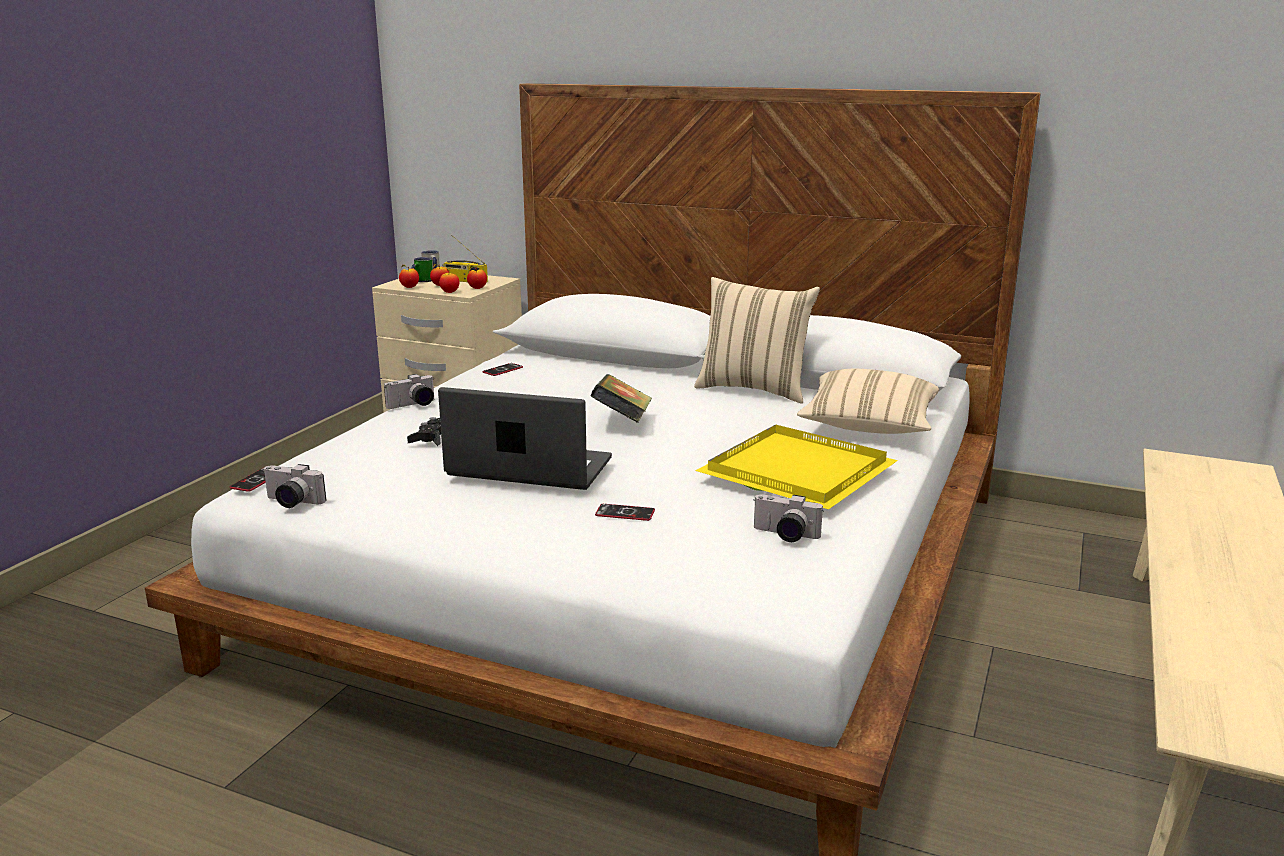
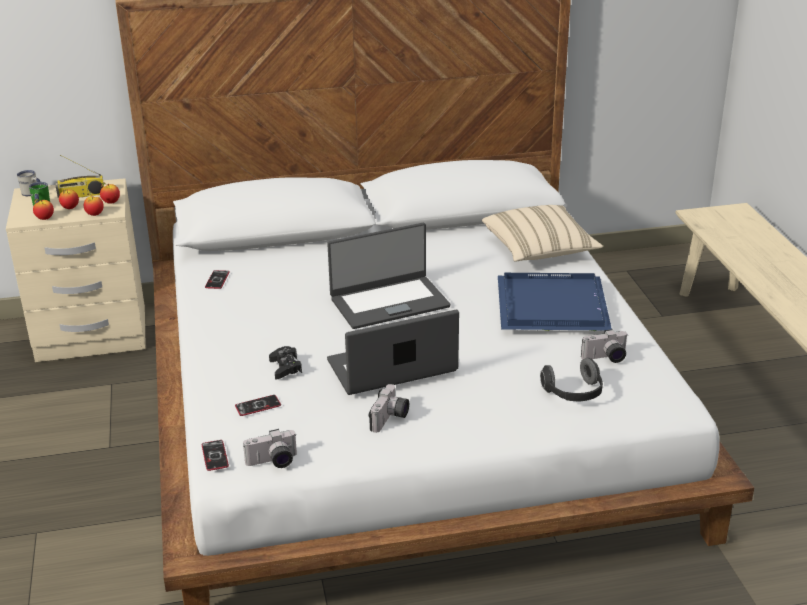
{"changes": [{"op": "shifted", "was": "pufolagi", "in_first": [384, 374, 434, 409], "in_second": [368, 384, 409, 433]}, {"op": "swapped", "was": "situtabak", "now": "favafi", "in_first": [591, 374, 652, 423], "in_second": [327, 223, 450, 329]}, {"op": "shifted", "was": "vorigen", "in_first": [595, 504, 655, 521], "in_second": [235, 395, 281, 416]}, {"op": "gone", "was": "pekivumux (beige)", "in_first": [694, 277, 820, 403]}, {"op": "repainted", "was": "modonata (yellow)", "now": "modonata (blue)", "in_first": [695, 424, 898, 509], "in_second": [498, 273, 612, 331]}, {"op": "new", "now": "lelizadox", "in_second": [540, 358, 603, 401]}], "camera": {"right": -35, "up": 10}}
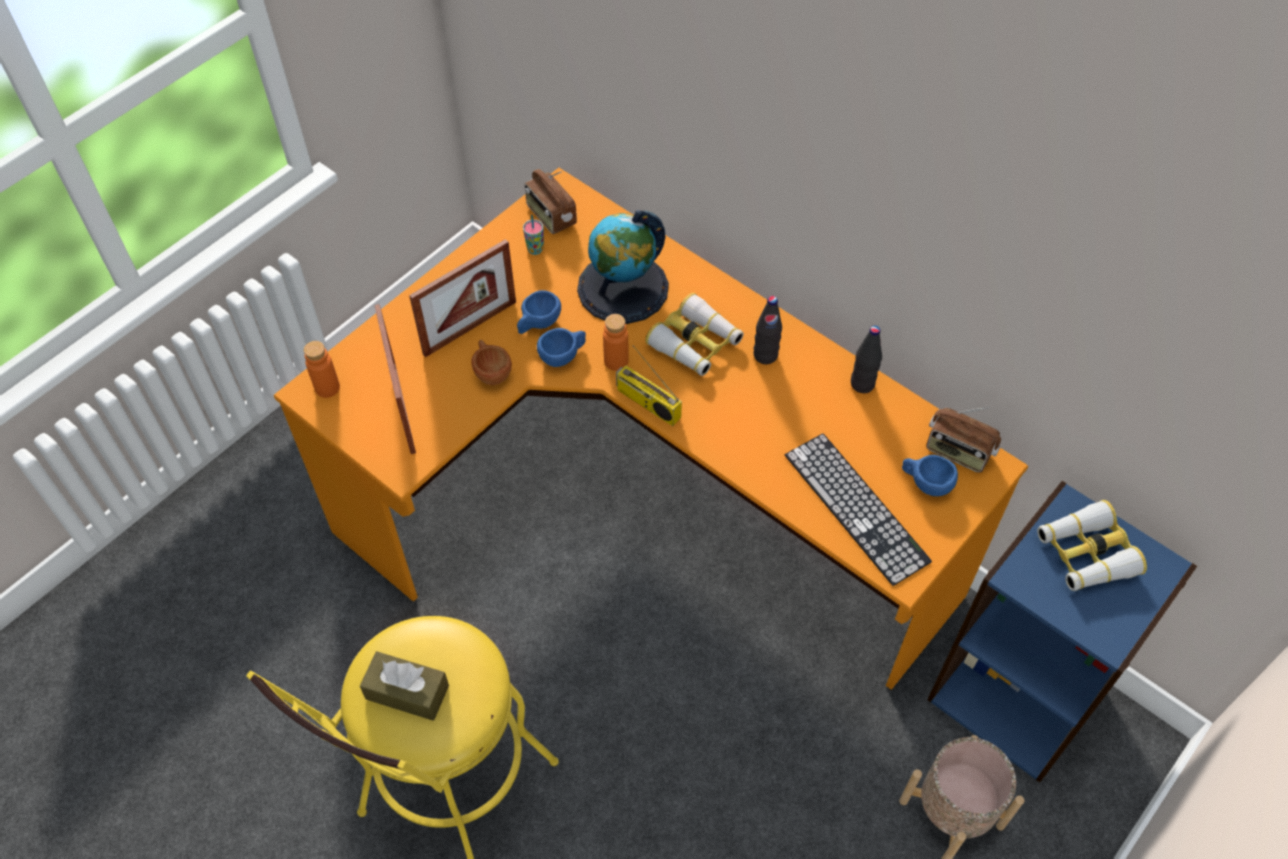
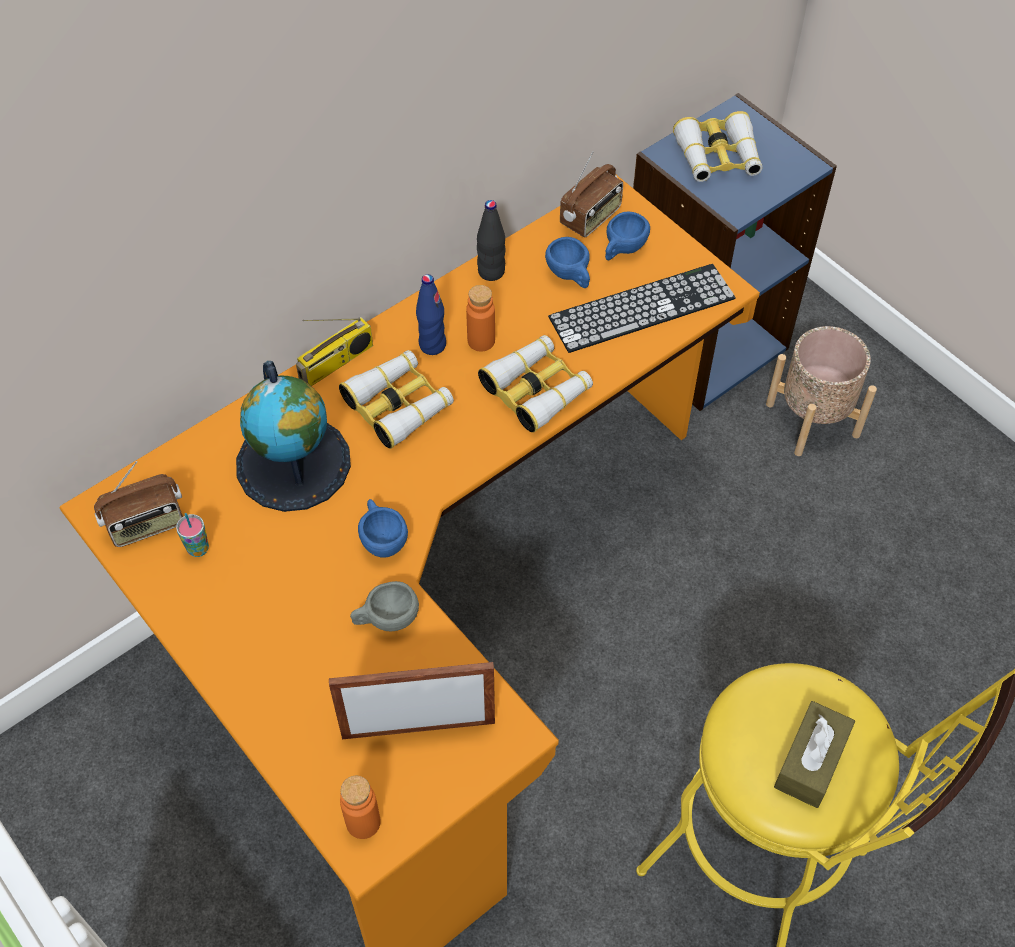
{"changes": [{"op": "gone", "was": "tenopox", "in_first": [409, 239, 516, 357]}, {"op": "repainted", "was": "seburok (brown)", "now": "seburok (grey)", "in_first": [471, 340, 512, 385], "in_second": [350, 581, 419, 631]}, {"op": "shifted", "was": "seburok (blue)", "in_first": [517, 290, 561, 334], "in_second": [545, 237, 590, 288]}, {"op": "shifted", "was": "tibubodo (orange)", "in_first": [603, 314, 629, 371], "in_second": [466, 285, 495, 352]}, {"op": "shifted", "was": "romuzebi", "in_first": [616, 345, 682, 426], "in_second": [296, 317, 373, 386]}, {"op": "repainted", "was": "tibubodo (black)", "now": "tibubodo (blue)", "in_first": [754, 296, 782, 364], "in_second": [416, 274, 446, 355]}, {"op": "new", "now": "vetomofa", "in_second": [478, 335, 593, 433]}], "camera": {"right": -80, "up": 0}}
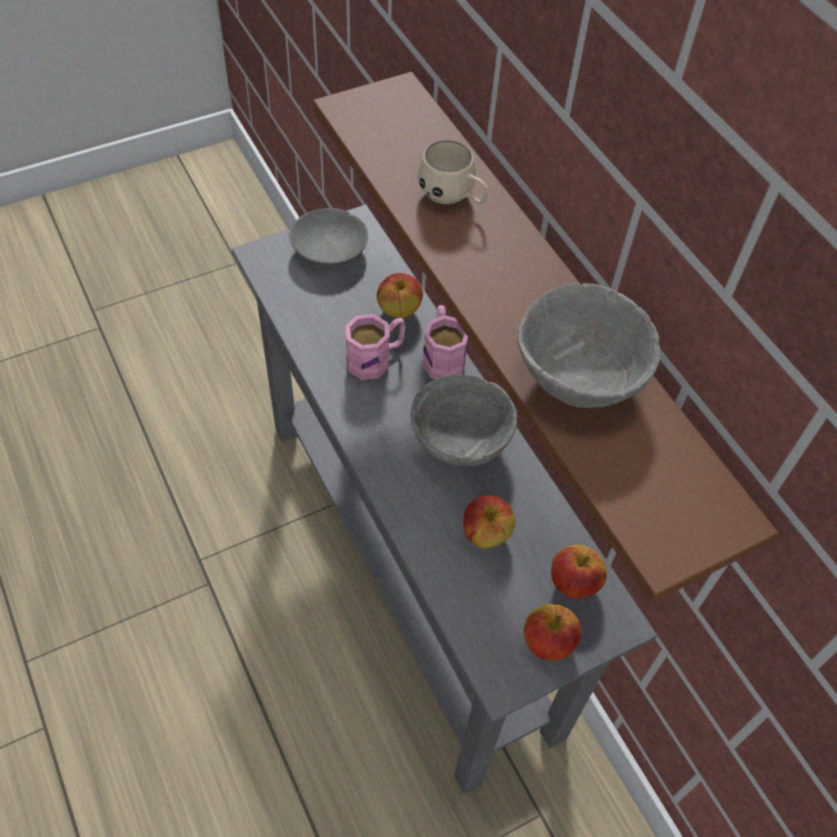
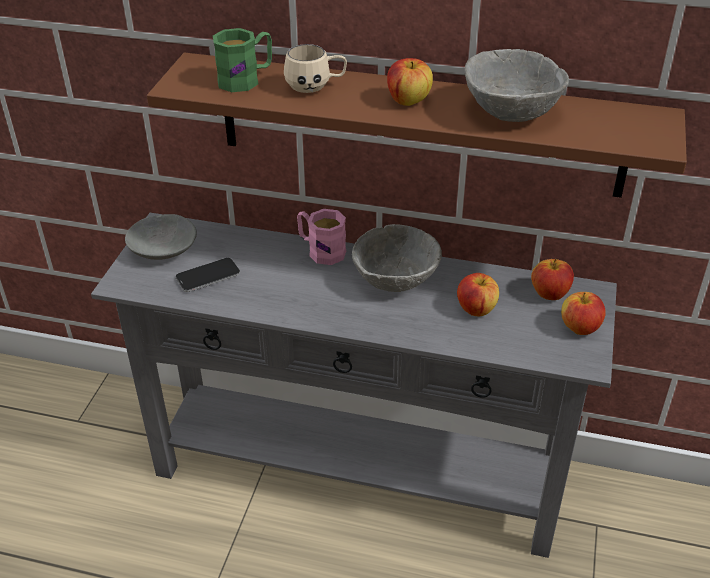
{"changes": [{"op": "gone", "was": "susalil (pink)", "in_first": [345, 314, 406, 380]}, {"op": "shifted", "was": "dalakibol", "in_first": [377, 273, 423, 318], "in_second": [387, 58, 433, 106]}, {"op": "new", "now": "vorigen", "in_second": [176, 258, 240, 292]}, {"op": "new", "now": "susalil (green)", "in_second": [213, 28, 272, 92]}], "camera": {"right": -45, "up": -15}}
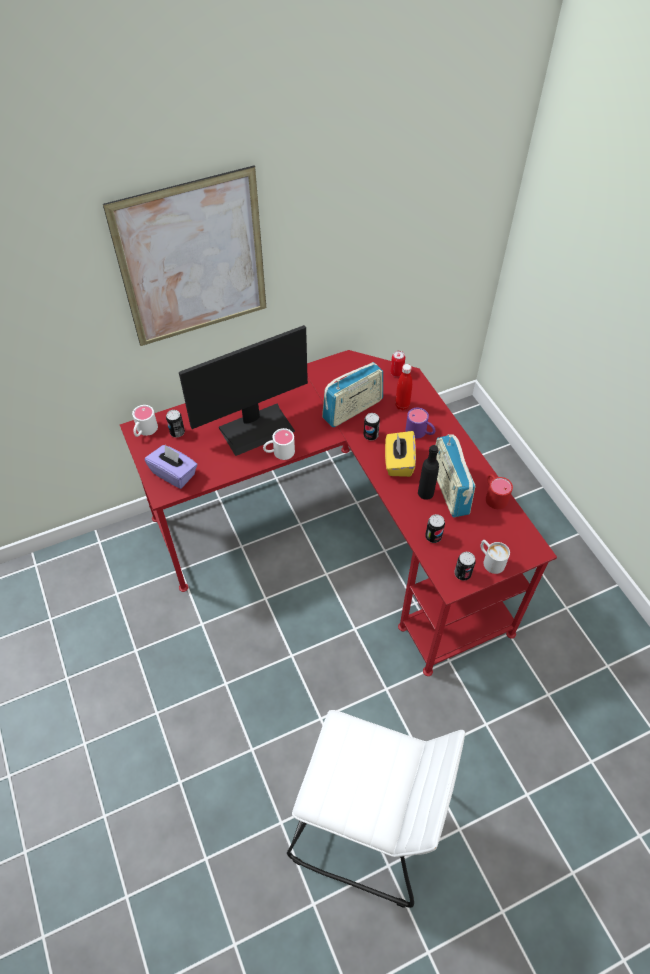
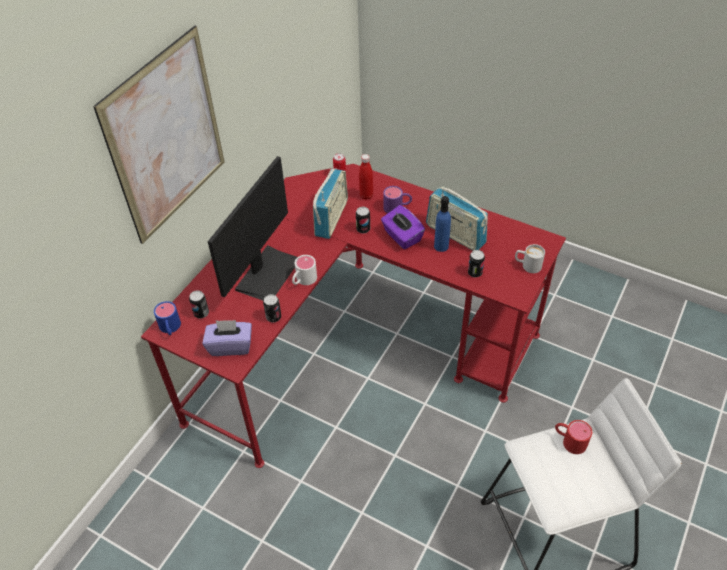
{"changes": [{"op": "repainted", "was": "susalil (white)", "now": "susalil (blue)", "in_first": [132, 405, 158, 437], "in_second": [154, 301, 181, 335]}, {"op": "repainted", "was": "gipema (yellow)", "now": "gipema (purple)", "in_first": [385, 431, 416, 477], "in_second": [381, 205, 425, 249]}, {"op": "repainted", "was": "tibubodo (black)", "now": "tibubodo (blue)", "in_first": [418, 445, 439, 500], "in_second": [434, 196, 451, 252]}, {"op": "shifted", "was": "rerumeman", "in_first": [455, 552, 476, 581], "in_second": [263, 294, 281, 323]}, {"op": "shifted", "was": "susalil (red)", "in_first": [486, 474, 513, 509], "in_second": [555, 420, 592, 454]}], "camera": {"right": -35, "up": -5}}
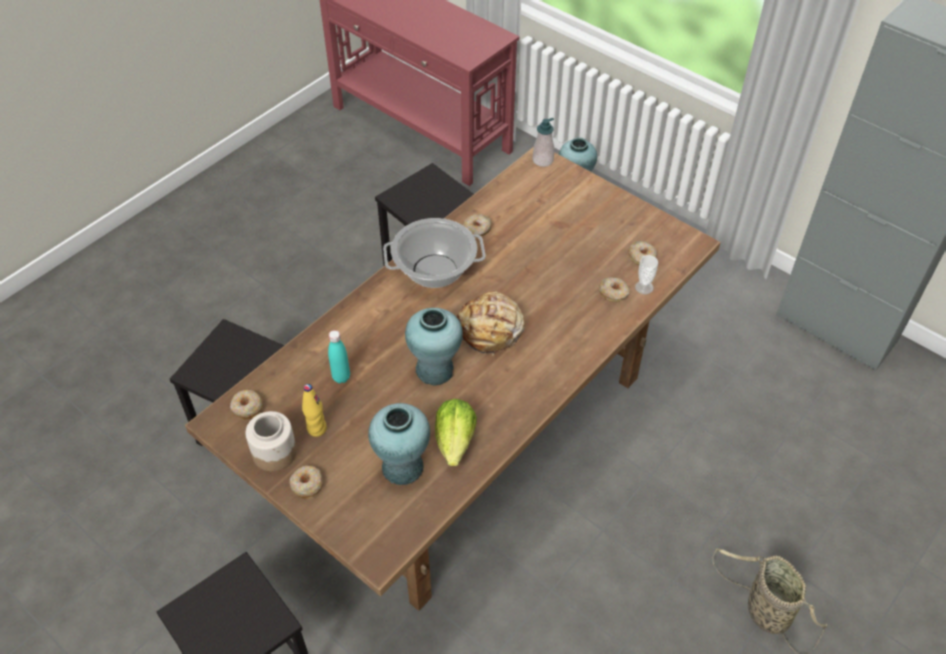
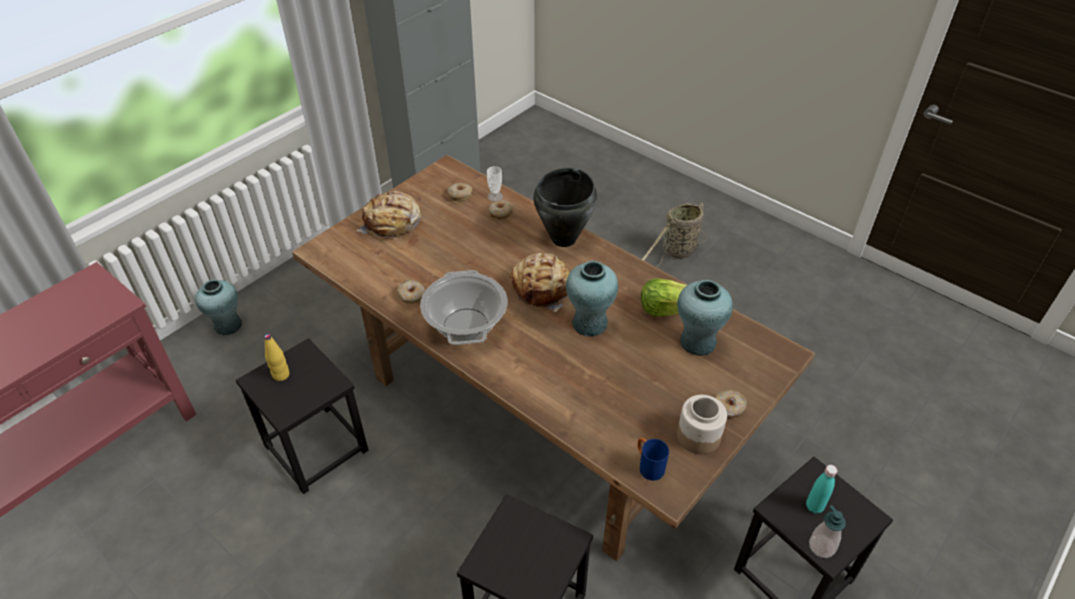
{"changes": [{"op": "swapped", "was": "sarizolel", "now": "susalil (blue)", "in_first": [230, 390, 263, 420], "in_second": [638, 437, 669, 481]}, {"op": "shifted", "was": "tibubodo (yellow)", "in_first": [302, 384, 327, 437], "in_second": [264, 333, 289, 381]}, {"op": "shifted", "was": "tibubodo (turquoise)", "in_first": [328, 330, 350, 383], "in_second": [806, 465, 838, 514]}, {"op": "shifted", "was": "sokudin", "in_first": [533, 118, 554, 167], "in_second": [809, 505, 846, 558]}, {"op": "new", "now": "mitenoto", "in_second": [357, 191, 421, 239]}, {"op": "new", "now": "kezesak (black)", "in_second": [533, 168, 597, 247]}], "camera": {"right": -90, "up": -5}}
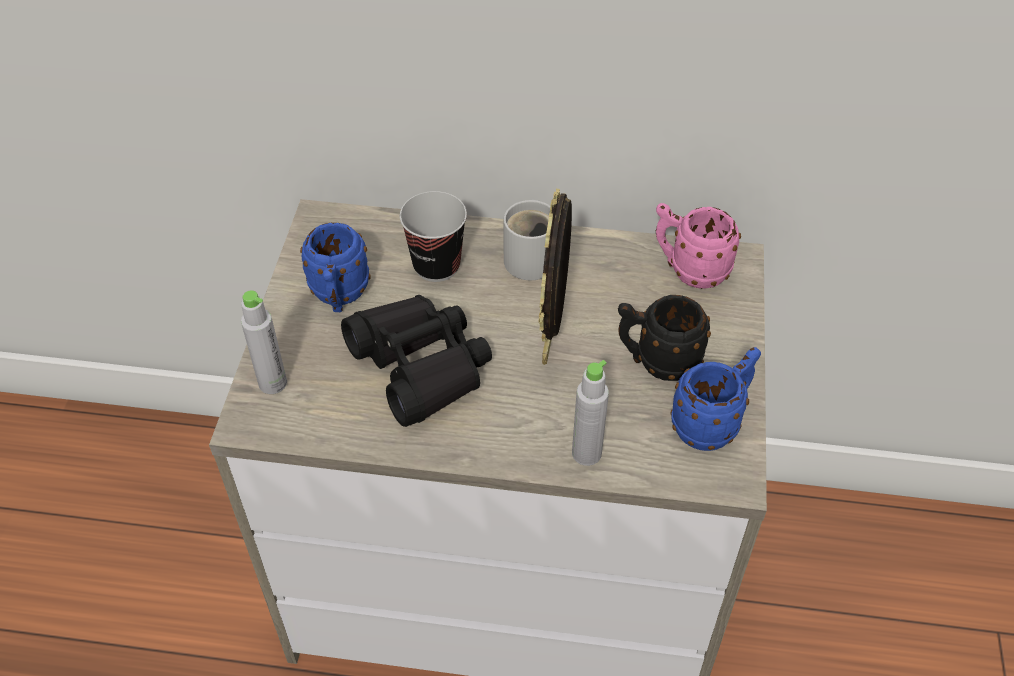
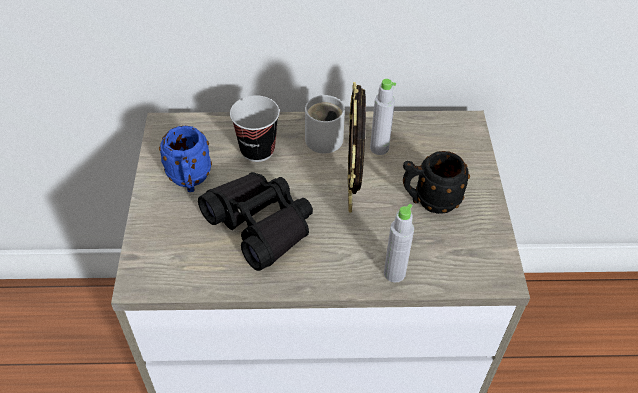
{"changes": [{"op": "shifted", "was": "tibubodo (grey)", "in_first": [241, 290, 287, 394], "in_second": [370, 79, 396, 155]}, {"op": "gone", "was": "susalil (pink)", "in_first": [656, 203, 741, 289]}, {"op": "gone", "was": "susalil (blue)", "in_first": [670, 347, 761, 451]}], "camera": {"right": -10, "up": 0}}
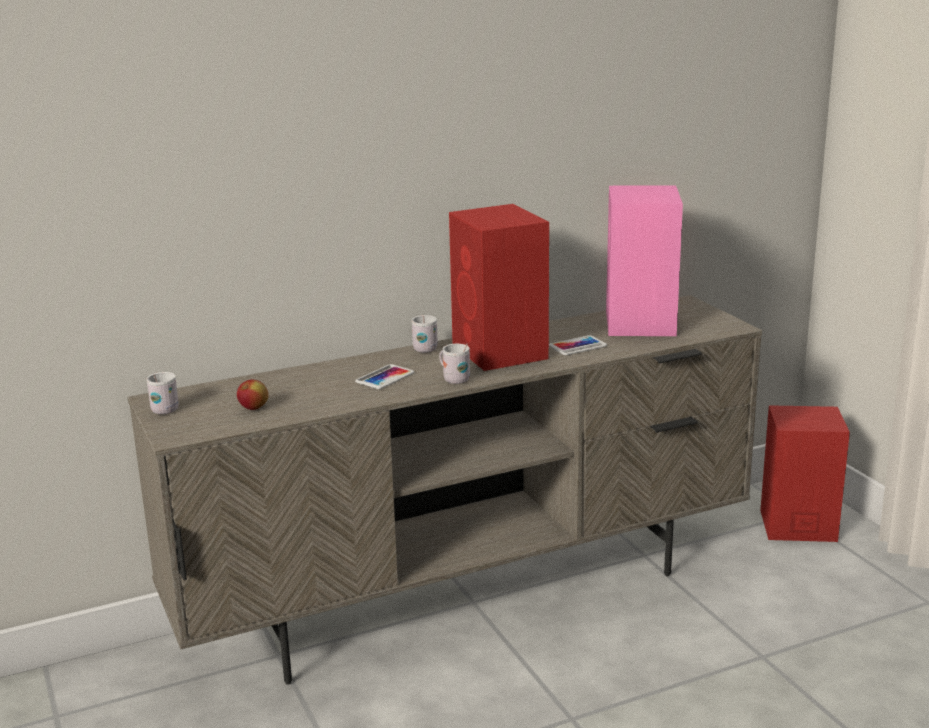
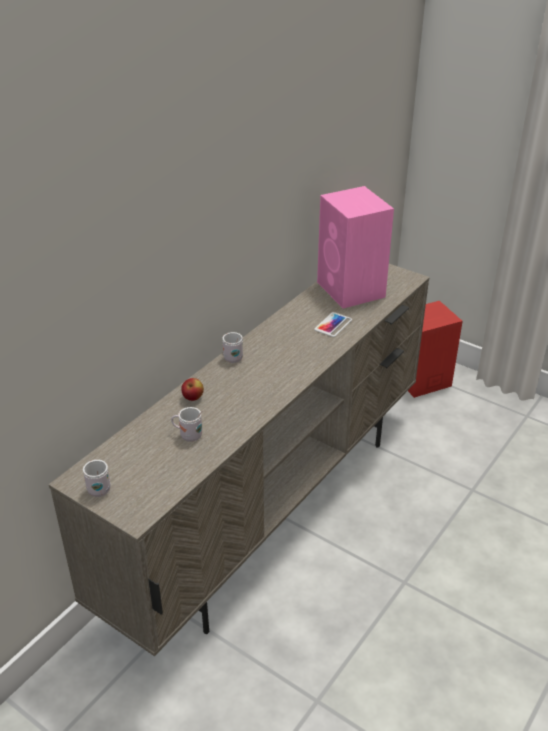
{"changes": [{"op": "shifted", "was": "dalakibol", "in_first": [237, 380, 269, 410], "in_second": [181, 378, 204, 401]}, {"op": "gone", "was": "vorigen", "in_first": [355, 364, 414, 389]}, {"op": "shifted", "was": "susalil (white)", "in_first": [439, 343, 470, 384], "in_second": [171, 407, 202, 442]}, {"op": "gone", "was": "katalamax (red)", "in_first": [449, 204, 549, 371]}], "camera": {"right": -30, "up": 15}}
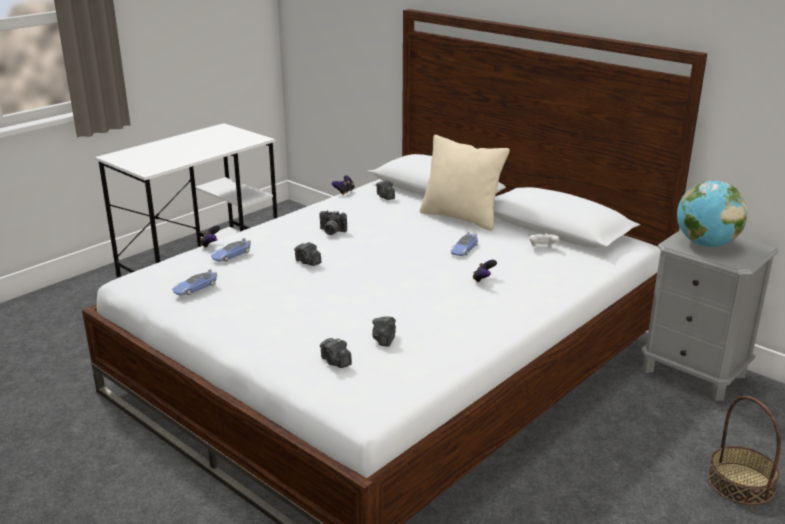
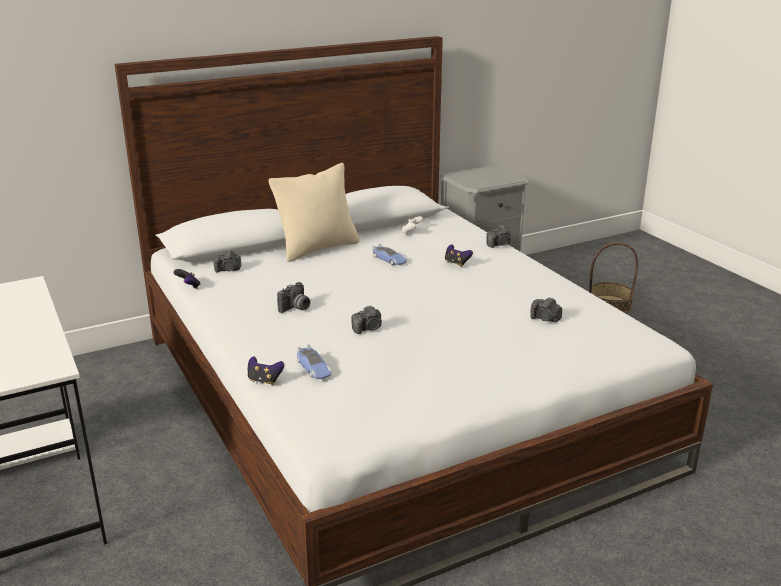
{"changes": [{"op": "gone", "was": "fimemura", "in_first": [172, 269, 217, 296]}, {"op": "shifted", "was": "pufolagi", "in_first": [320, 338, 352, 368], "in_second": [486, 226, 511, 248]}, {"op": "gone", "was": "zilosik", "in_first": [677, 180, 748, 247]}], "camera": {"right": -70, "up": 0}}
